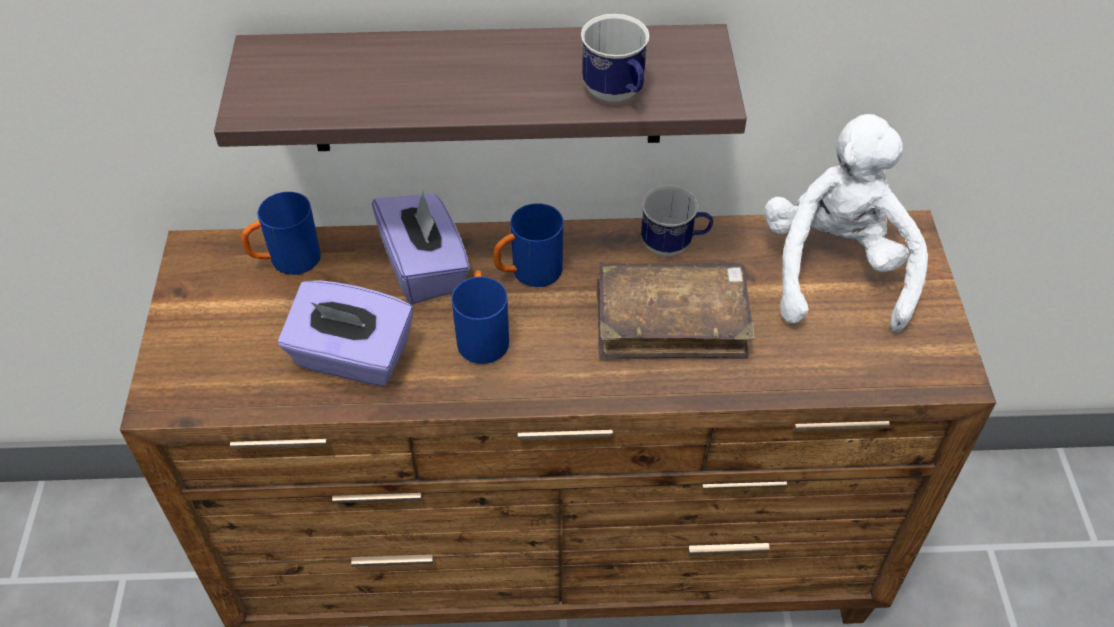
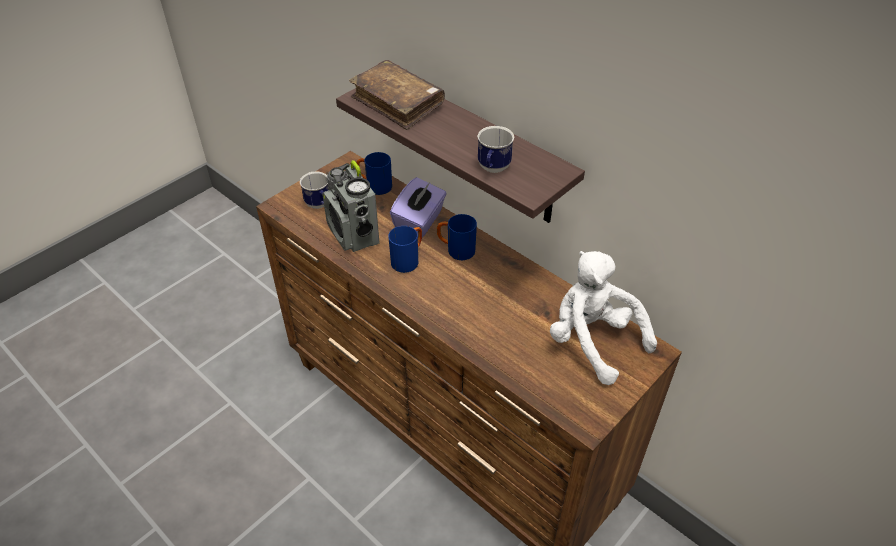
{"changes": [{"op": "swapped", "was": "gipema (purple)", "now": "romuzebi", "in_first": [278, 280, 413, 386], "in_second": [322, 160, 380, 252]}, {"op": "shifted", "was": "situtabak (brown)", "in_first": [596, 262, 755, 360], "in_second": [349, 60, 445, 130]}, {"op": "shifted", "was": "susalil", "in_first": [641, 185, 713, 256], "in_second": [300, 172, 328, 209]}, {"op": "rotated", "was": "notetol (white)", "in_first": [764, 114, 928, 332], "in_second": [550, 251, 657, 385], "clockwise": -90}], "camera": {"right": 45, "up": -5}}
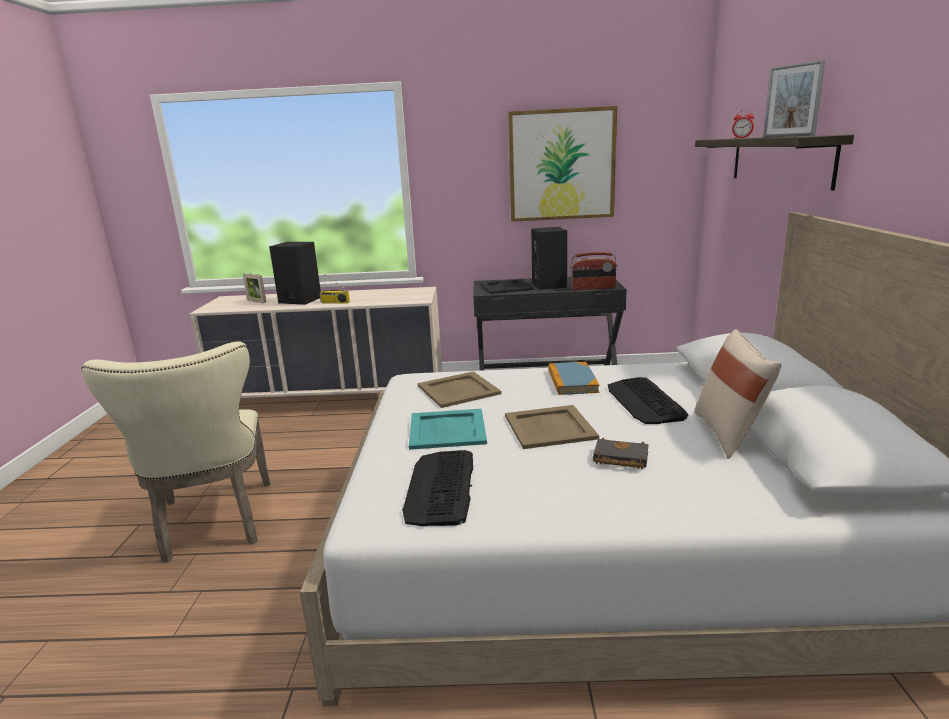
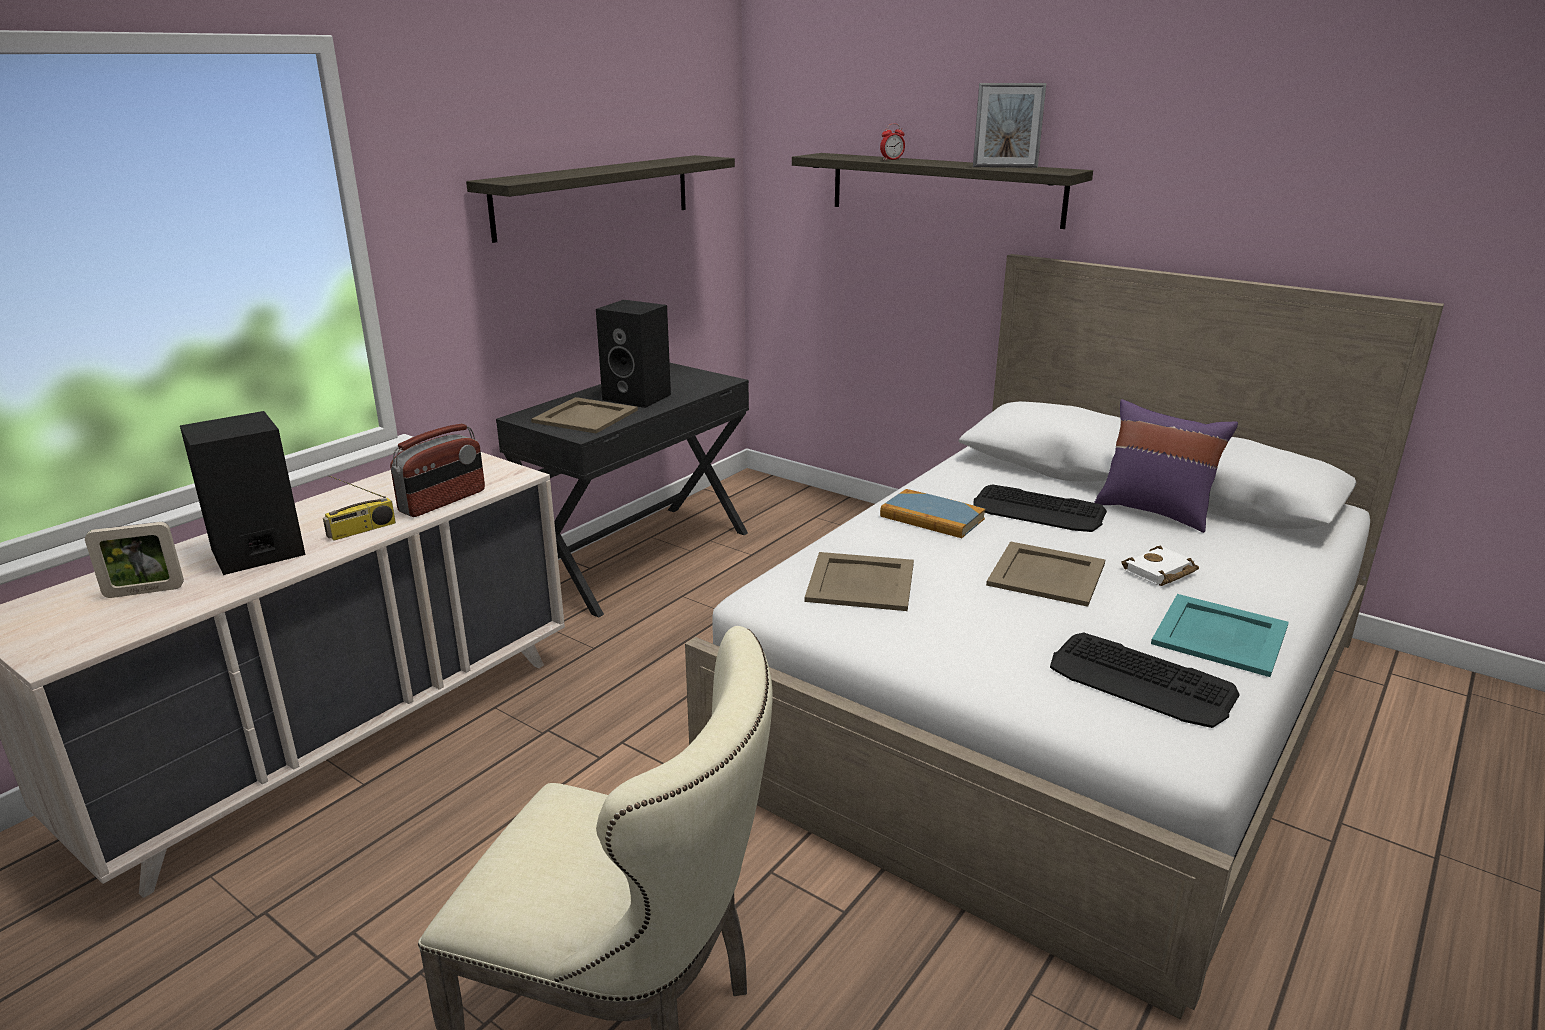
{"changes": [{"op": "shifted", "was": "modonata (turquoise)", "in_first": [409, 409, 487, 450], "in_second": [1151, 594, 1289, 677]}, {"op": "repainted", "was": "modonata (black)", "now": "modonata (beige)", "in_first": [481, 279, 533, 294], "in_second": [531, 397, 638, 433]}, {"op": "swapped", "was": "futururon", "now": "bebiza", "in_first": [508, 106, 617, 222], "in_second": [466, 155, 735, 243]}, {"op": "shifted", "was": "romuzebi", "in_first": [570, 252, 617, 290], "in_second": [390, 423, 485, 517]}, {"op": "repainted", "was": "situtabak (black)", "now": "situtabak (white)", "in_first": [593, 438, 649, 469], "in_second": [1121, 545, 1199, 586]}, {"op": "repainted", "was": "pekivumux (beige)", "now": "pekivumux (purple)", "in_first": [695, 329, 781, 459], "in_second": [1094, 399, 1238, 533]}], "camera": {"right": -55, "up": 5}}
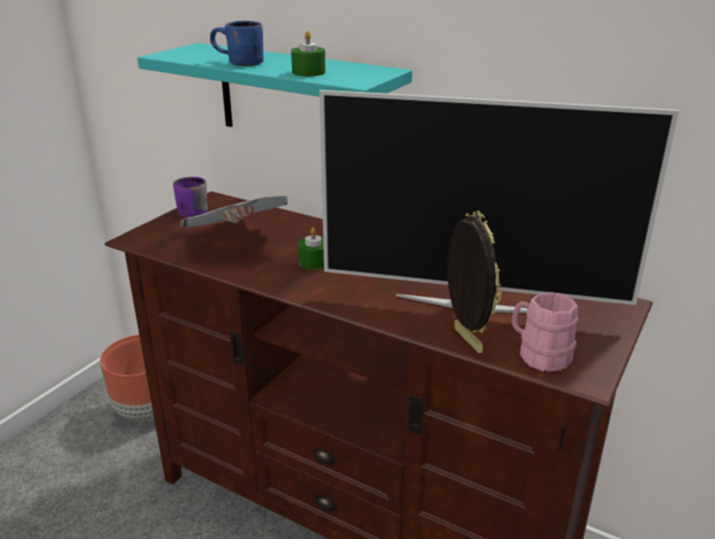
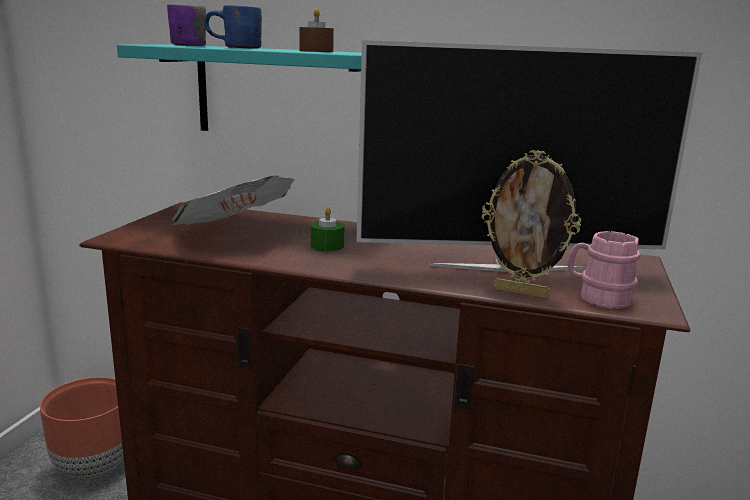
{"changes": [{"op": "shifted", "was": "susalil (purple)", "in_first": [173, 177, 208, 217], "in_second": [167, 4, 206, 46]}, {"op": "repainted", "was": "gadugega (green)", "now": "gadugega (brown)", "in_first": [291, 31, 326, 76], "in_second": [299, 8, 334, 52]}, {"op": "rotated", "was": "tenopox", "in_first": [447, 211, 502, 353], "in_second": [482, 150, 581, 298], "clockwise": 150}], "camera": {"right": -15, "up": -10}}
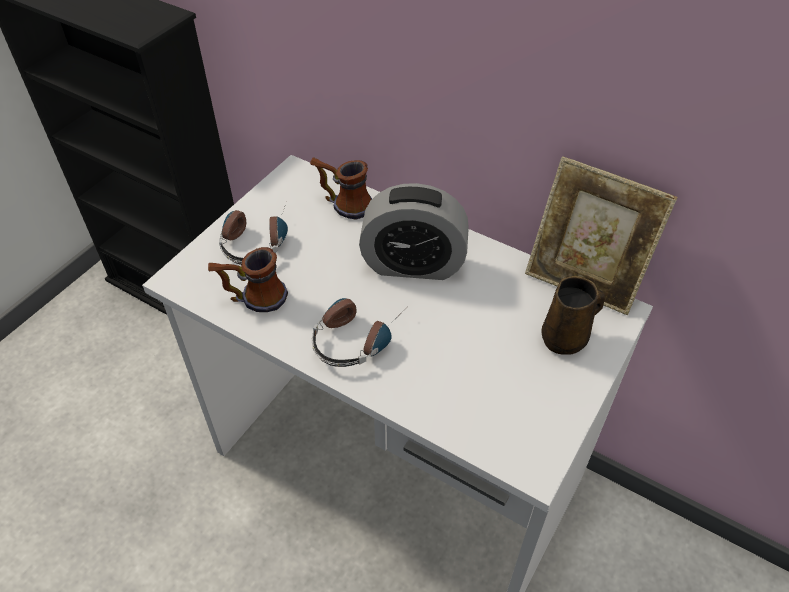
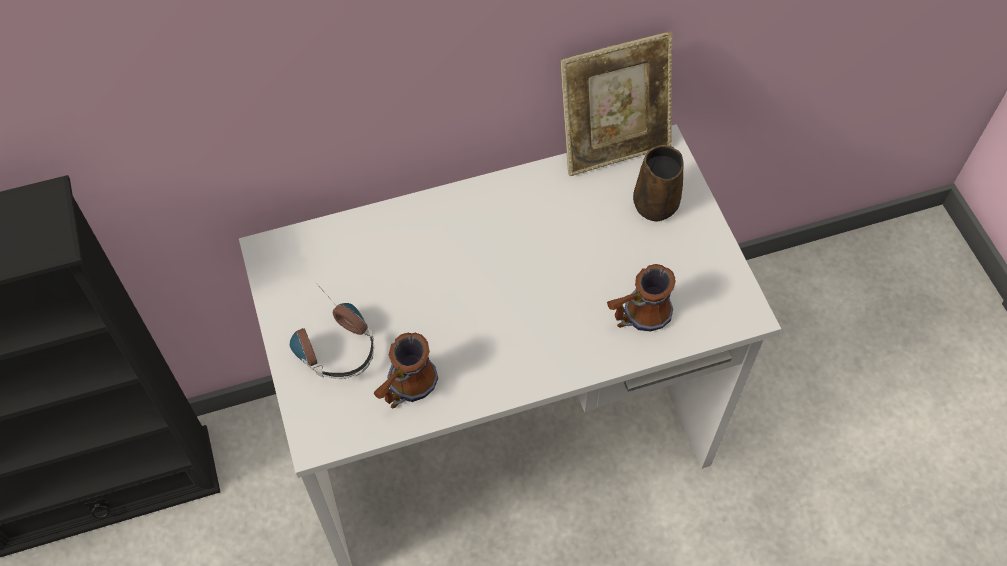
{"changes": [{"op": "shifted", "was": "susalil", "in_first": [310, 158, 372, 220], "in_second": [607, 264, 676, 331]}, {"op": "gone", "was": "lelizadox", "in_first": [312, 298, 393, 367]}, {"op": "gone", "was": "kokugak", "in_first": [359, 183, 469, 280]}], "camera": {"right": -50, "up": 10}}
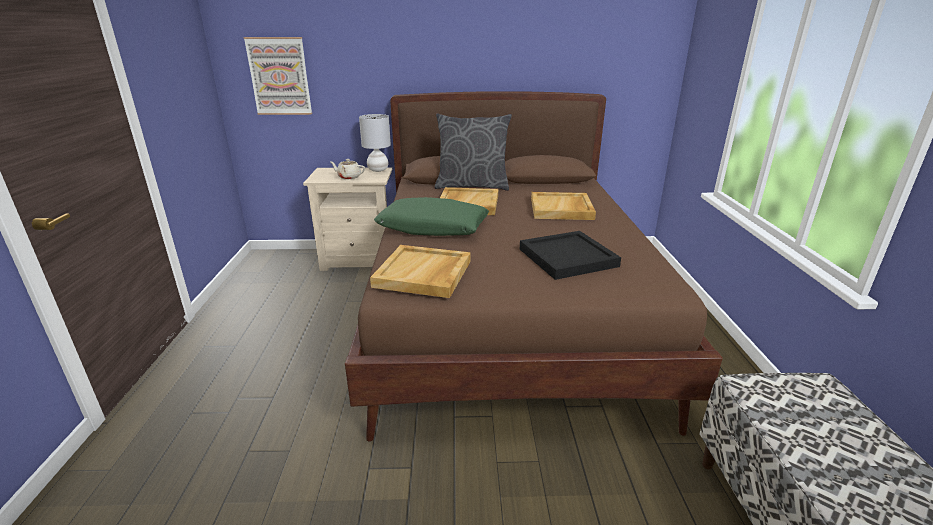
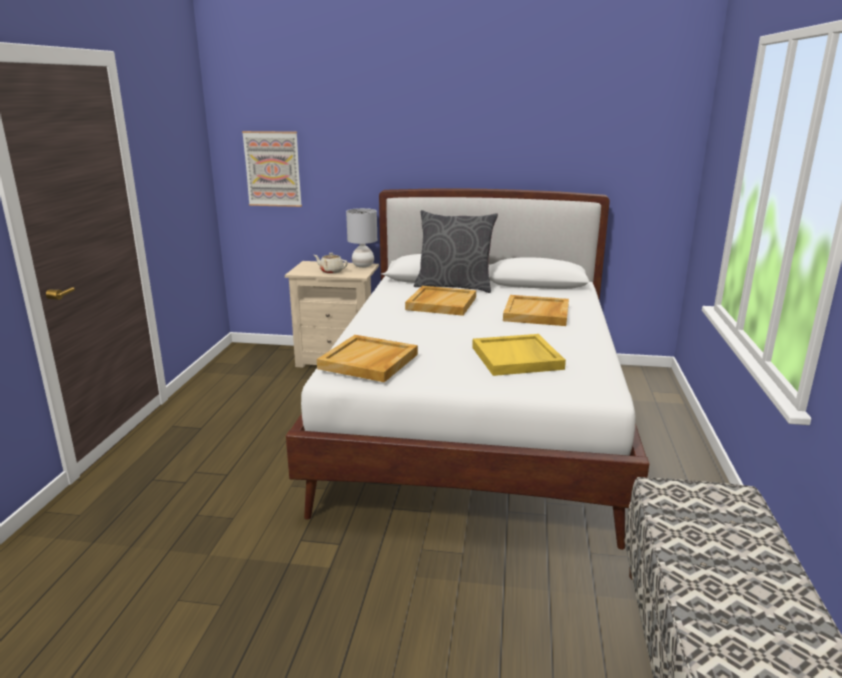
{"changes": [{"op": "repainted", "was": "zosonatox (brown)", "now": "zosonatox (white)", "in_first": [345, 91, 723, 442], "in_second": [286, 189, 649, 550]}, {"op": "gone", "was": "pekivumux (green)", "in_first": [374, 197, 489, 236]}, {"op": "repainted", "was": "modonata (black)", "now": "modonata (yellow)", "in_first": [520, 231, 621, 280], "in_second": [472, 334, 566, 376]}], "camera": {"right": 10, "up": -5}}
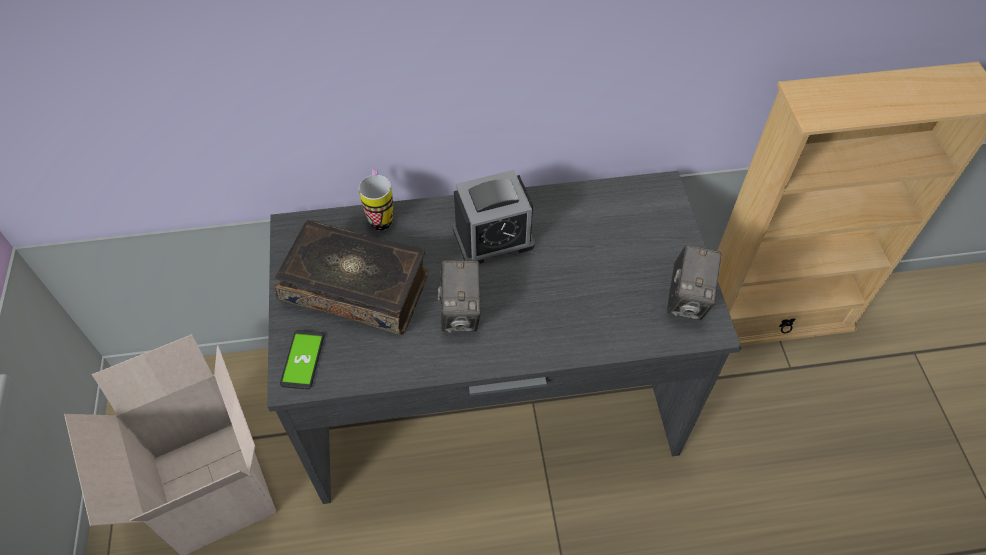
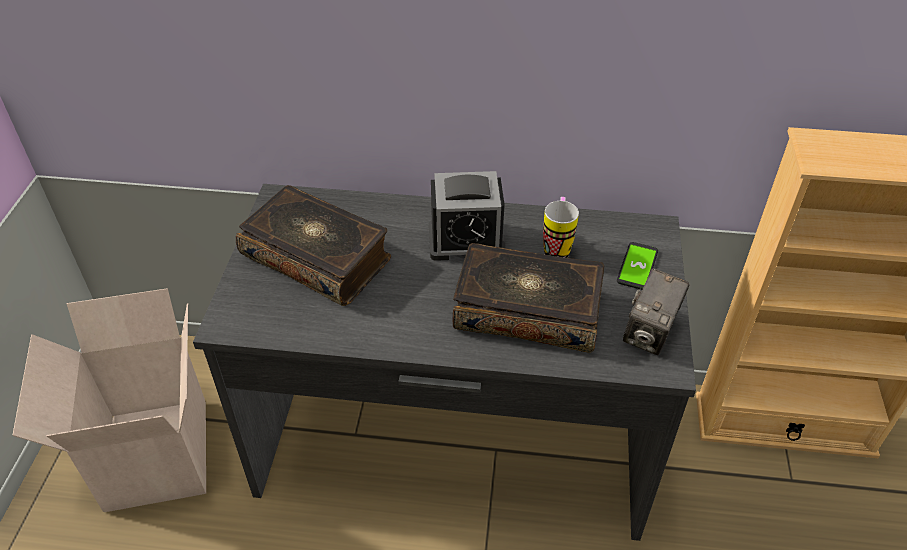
{"changes": [{"op": "shifted", "was": "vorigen", "in_first": [280, 330, 324, 389], "in_second": [617, 242, 658, 290]}, {"op": "shifted", "was": "susalil", "in_first": [359, 169, 393, 231], "in_second": [543, 197, 579, 258]}, {"op": "gone", "was": "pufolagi", "in_first": [438, 260, 481, 333]}, {"op": "new", "now": "situtabak", "in_second": [452, 243, 605, 352]}], "camera": {"right": 15, "up": -10}}
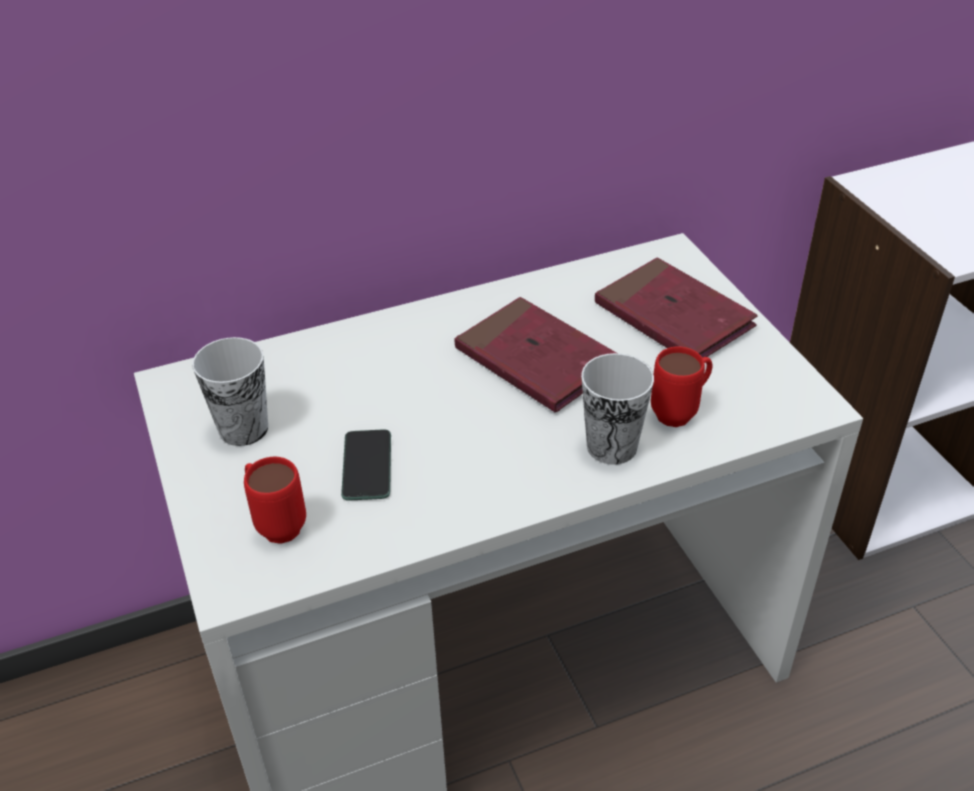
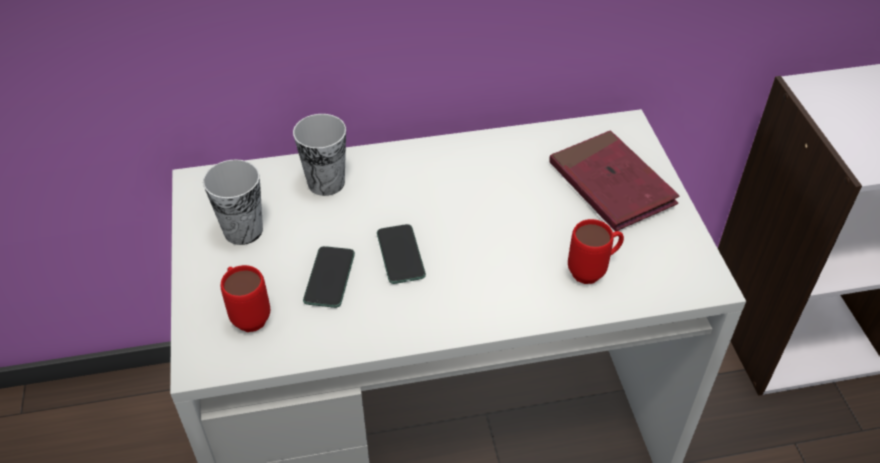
{"changes": [{"op": "gone", "was": "situtabak (red)", "in_first": [454, 297, 616, 413]}, {"op": "shifted", "was": "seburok", "in_first": [581, 353, 654, 465], "in_second": [293, 114, 346, 196]}, {"op": "new", "now": "vorigen", "in_second": [377, 224, 426, 284]}], "camera": {"right": 10, "up": 5}}
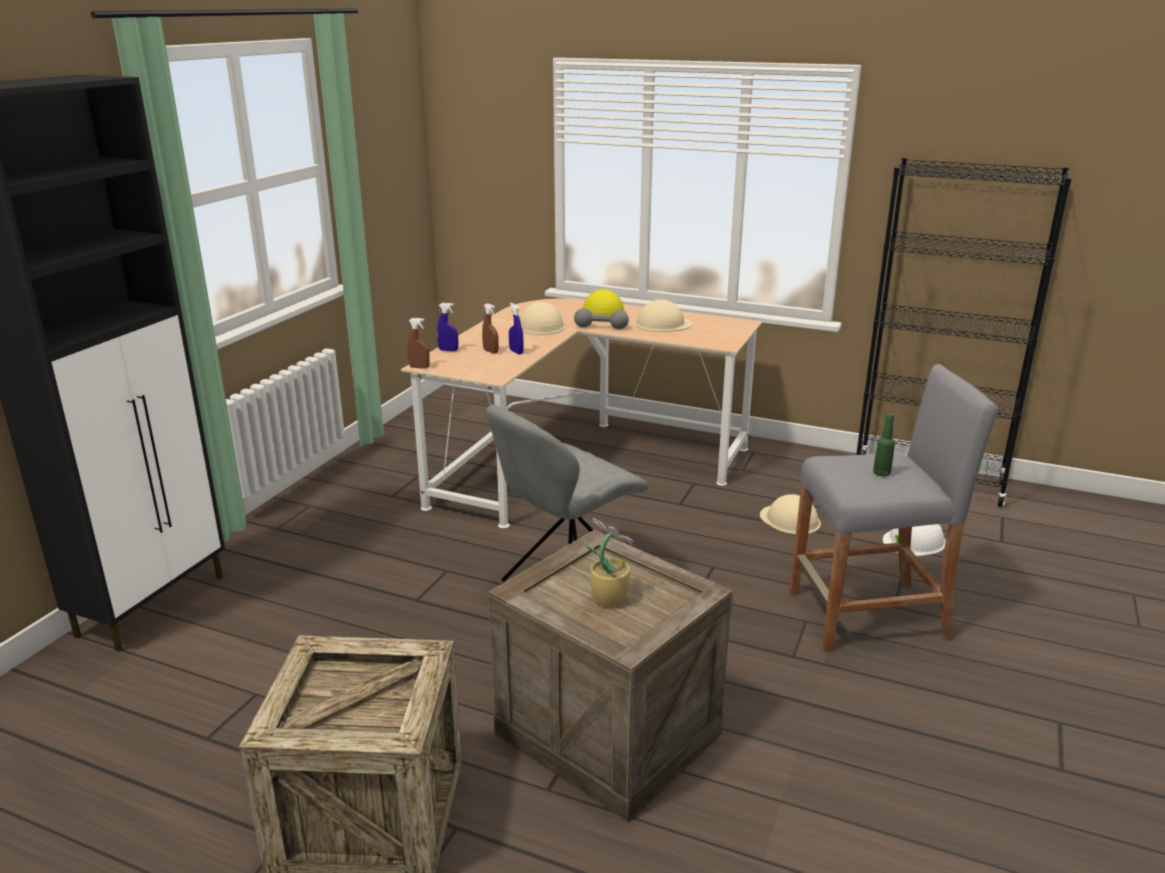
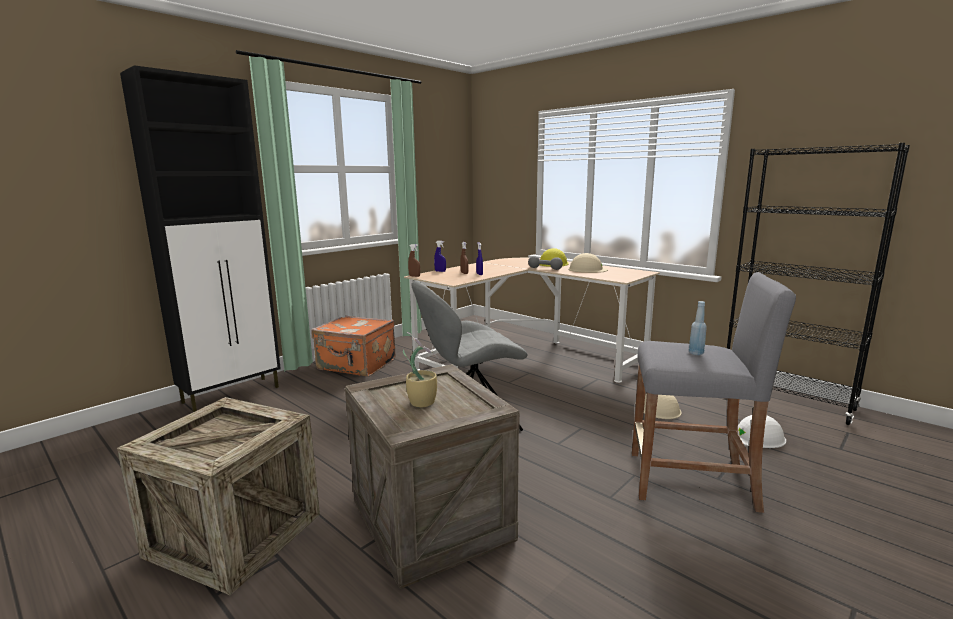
{"changes": [{"op": "gone", "was": "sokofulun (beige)", "in_first": [520, 302, 566, 335]}, {"op": "repainted", "was": "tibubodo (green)", "now": "tibubodo (blue)", "in_first": [873, 413, 895, 477], "in_second": [689, 301, 707, 355]}, {"op": "new", "now": "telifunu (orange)", "in_second": [312, 315, 396, 377]}], "camera": {"right": 20, "up": -10}}
